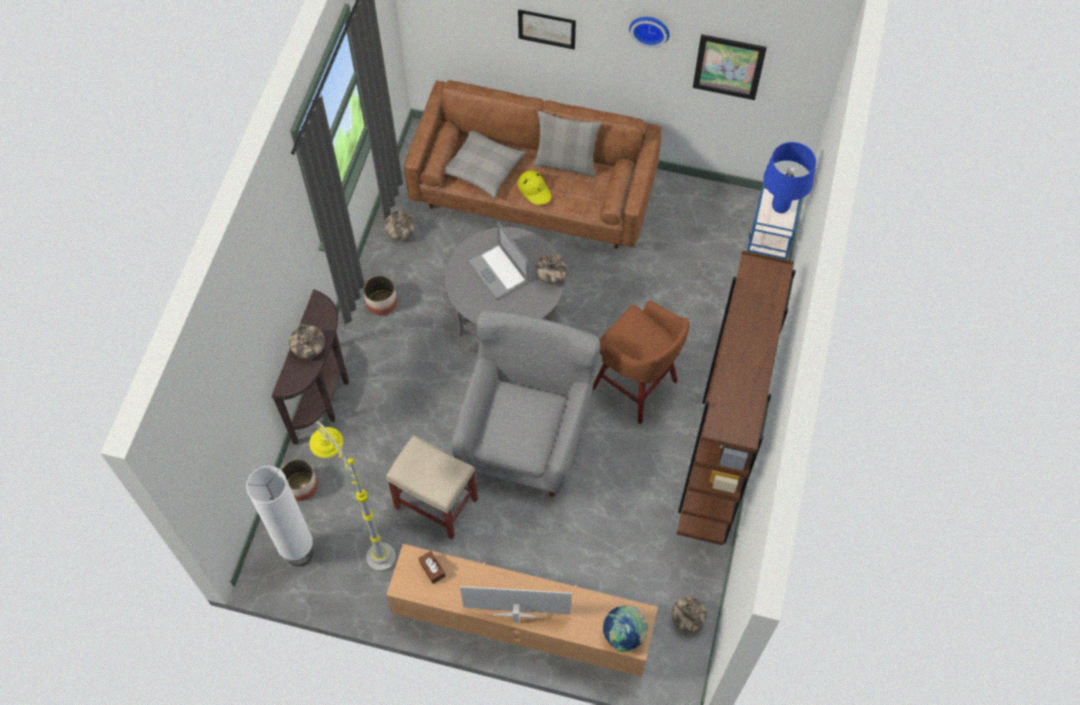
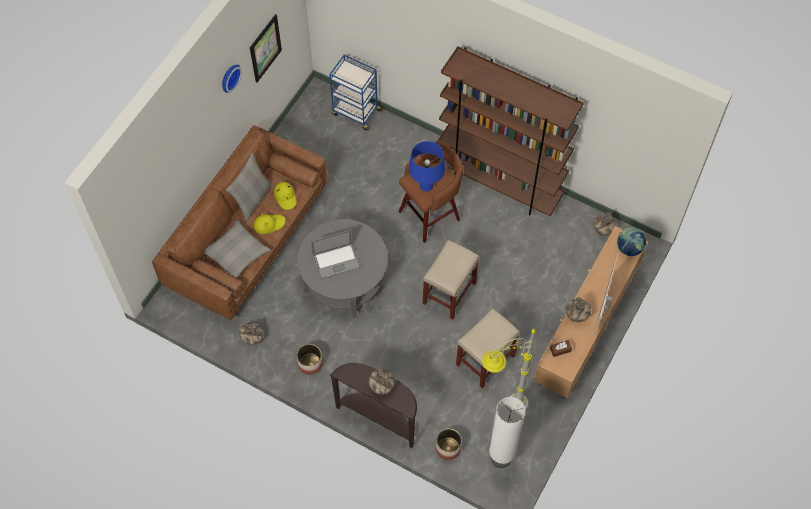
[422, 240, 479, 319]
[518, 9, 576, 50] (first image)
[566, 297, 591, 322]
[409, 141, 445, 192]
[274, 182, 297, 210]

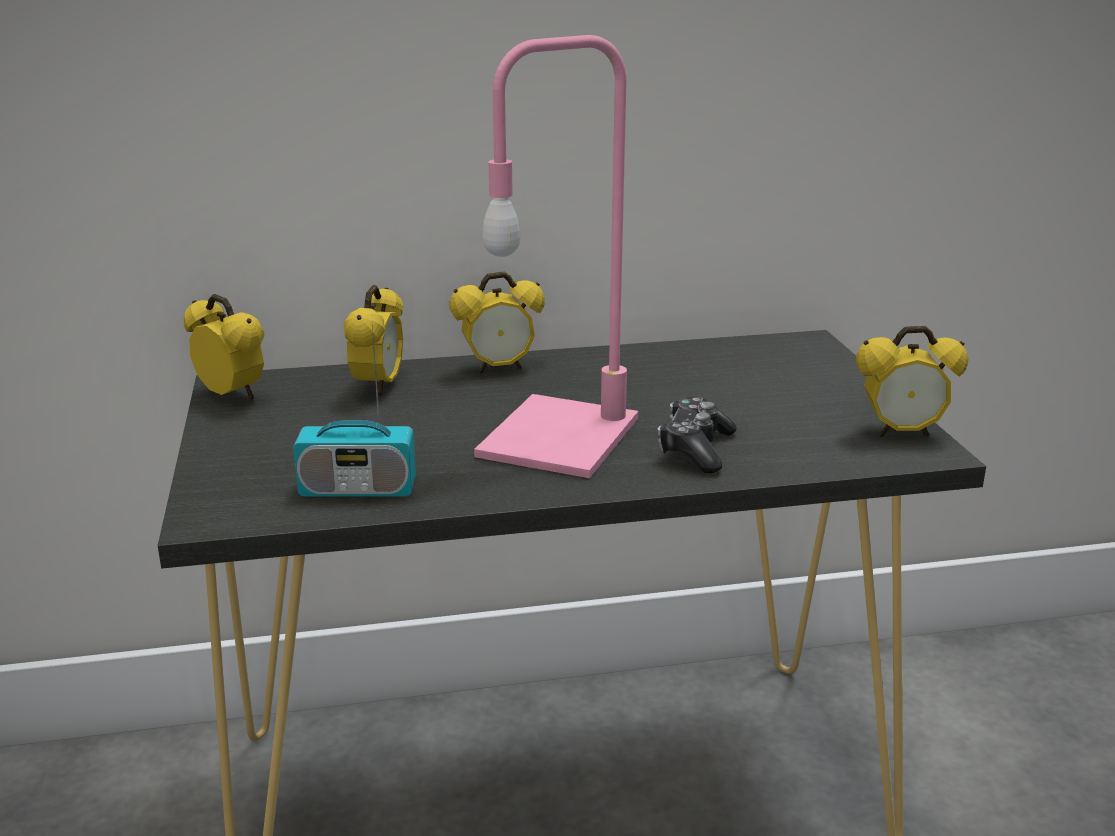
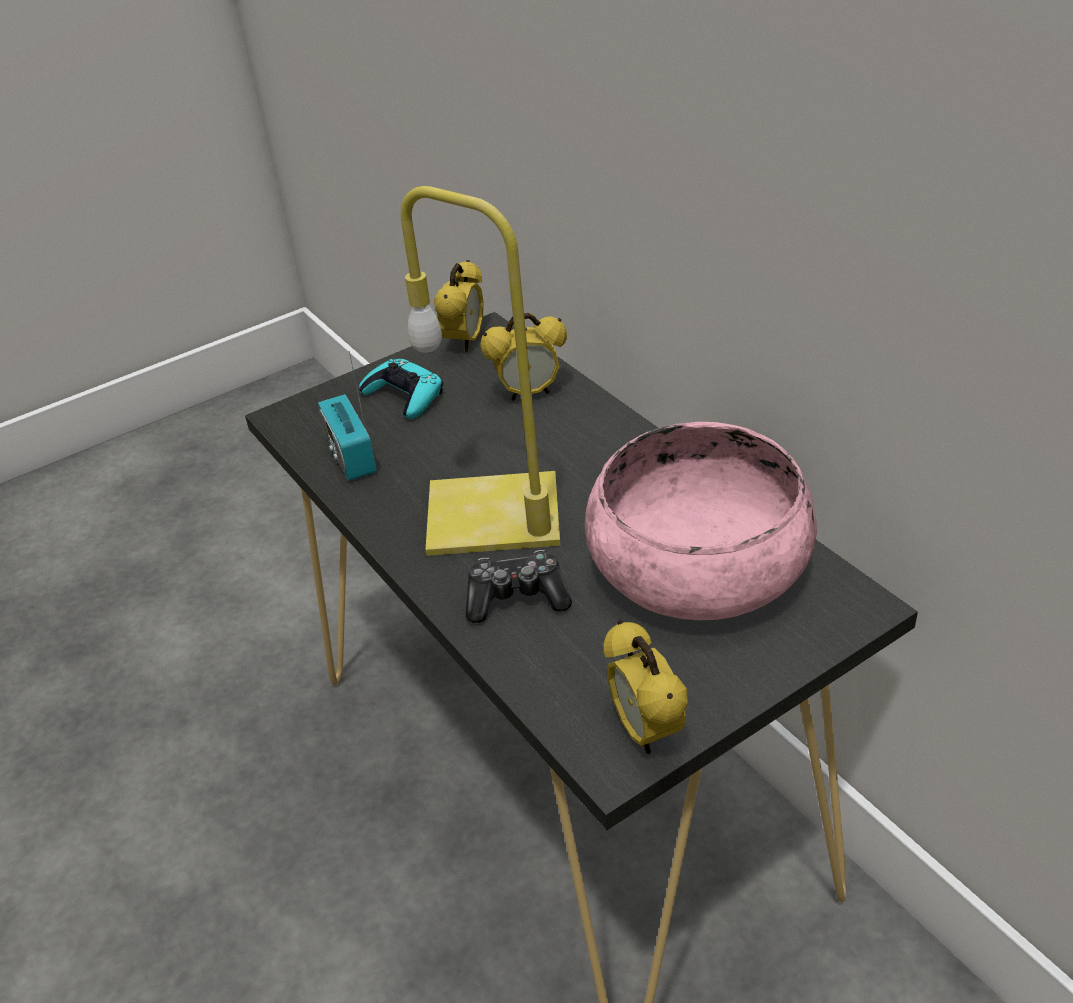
[449, 271, 545, 374] (first image)
[401, 186, 560, 556]
[359, 359, 443, 419]
[585, 422, 817, 620]

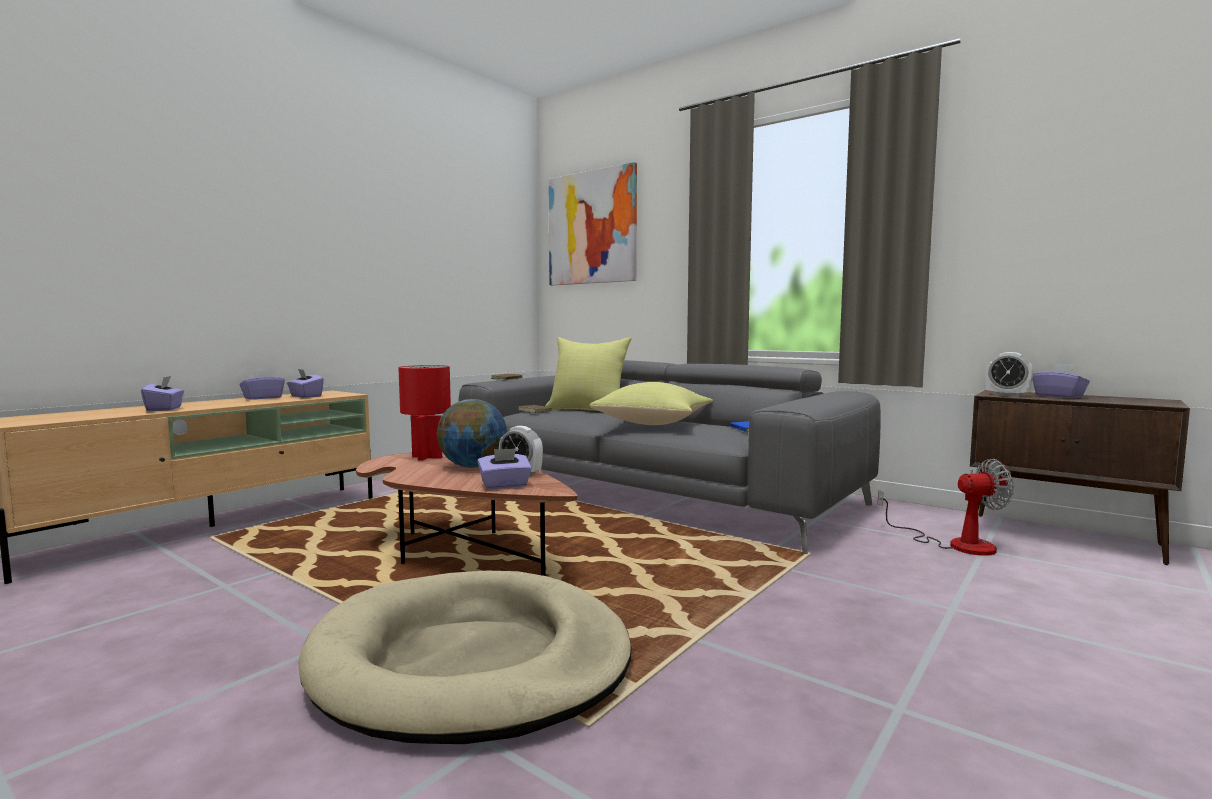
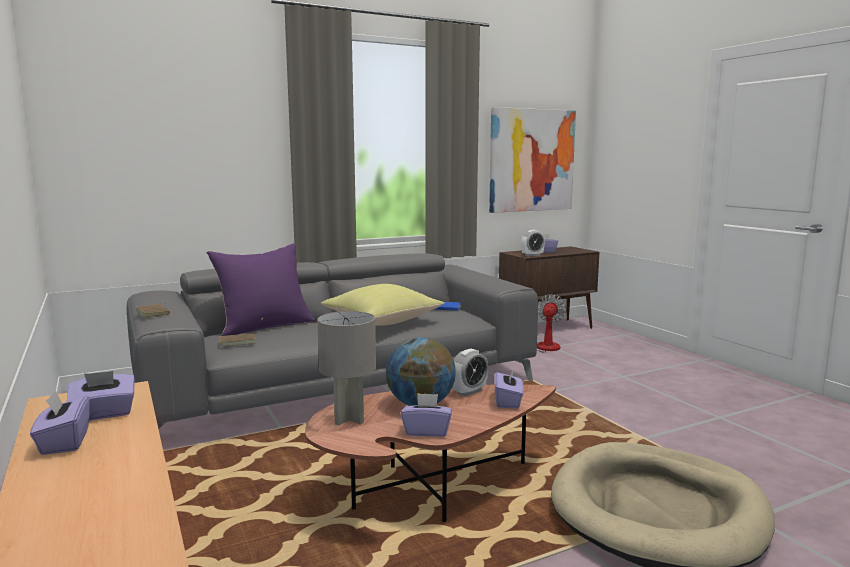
[401, 393, 452, 437]
[317, 311, 376, 425]
[207, 243, 315, 336]
[489, 107, 576, 213]

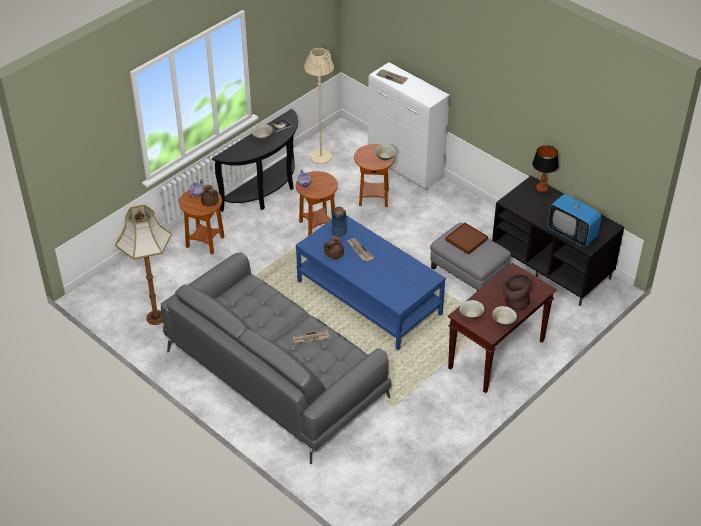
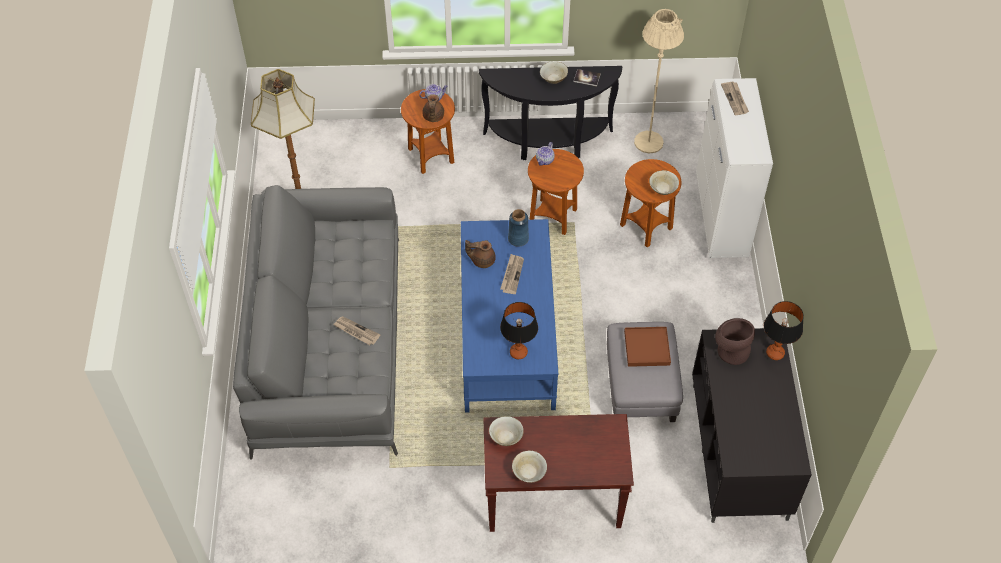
[715, 318, 755, 365]
[547, 185, 602, 247] (first image)
[500, 302, 538, 359]

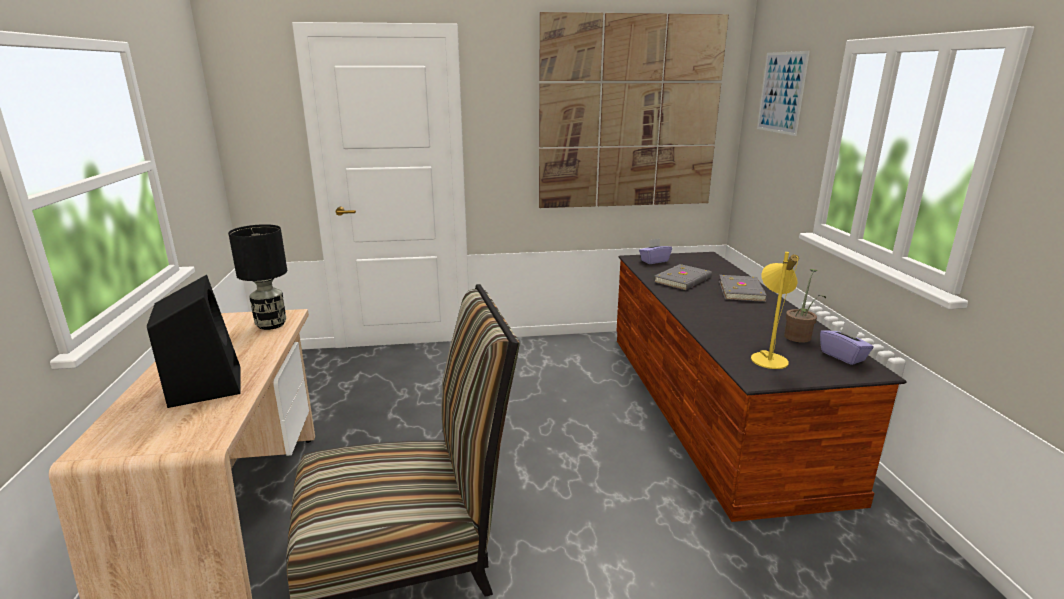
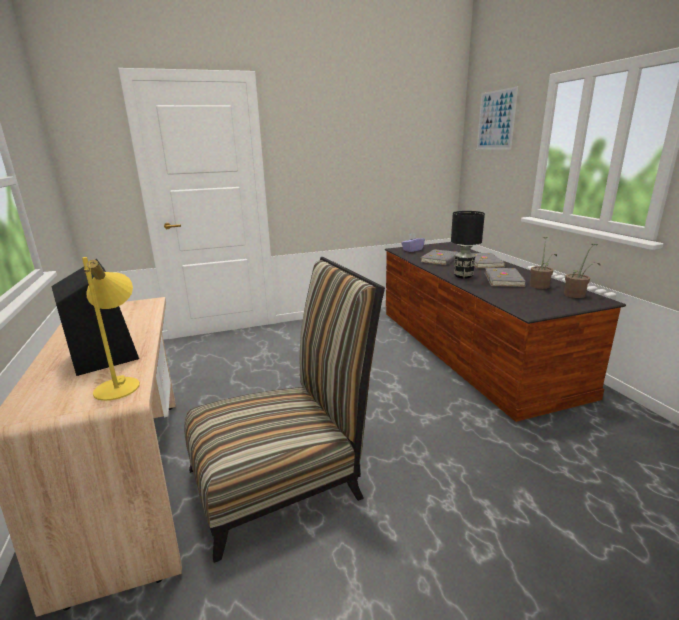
[451, 211, 485, 279]
[539, 12, 729, 208] (first image)
[82, 257, 140, 401]
[564, 244, 600, 298]
[485, 268, 526, 287]

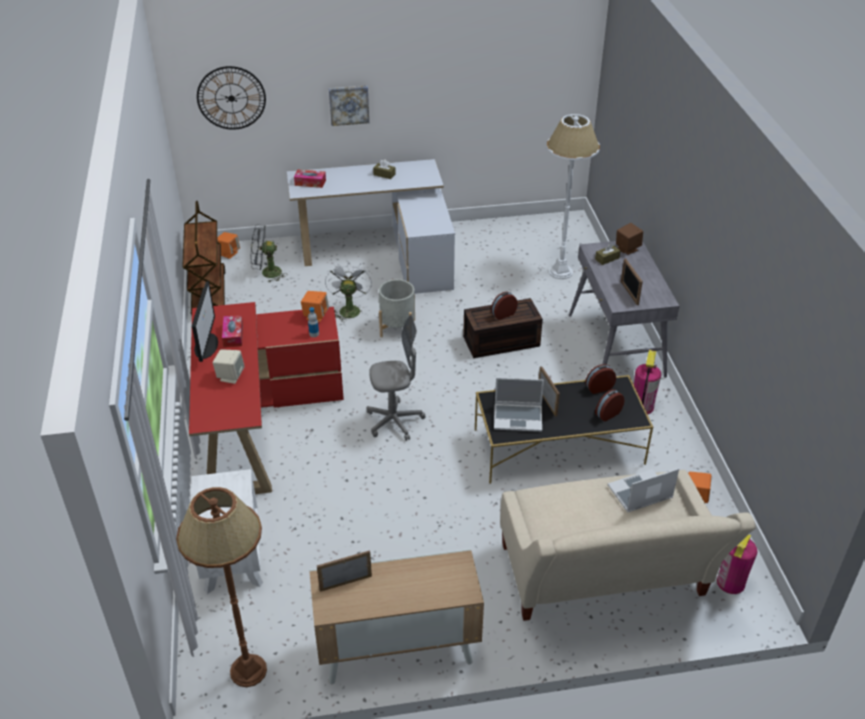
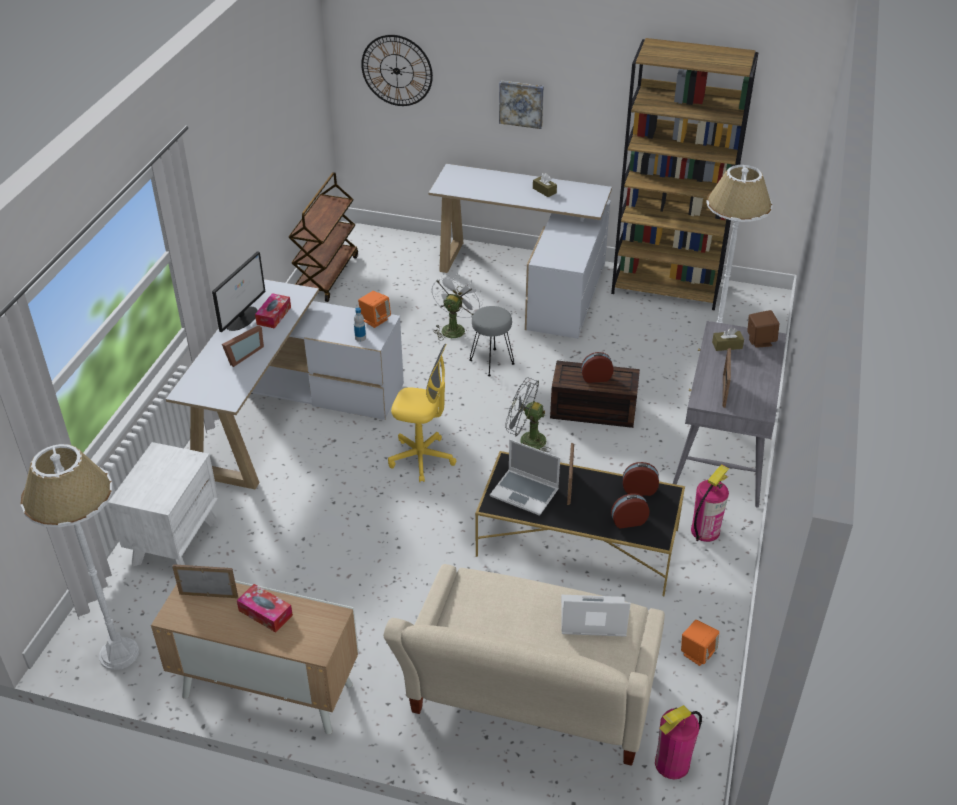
[20, 444, 139, 670]
[166, 279, 404, 489]
[222, 326, 264, 367]
[217, 232, 240, 259] (first image)
[505, 378, 551, 452]
[237, 584, 293, 633]
[388, 344, 456, 482]
[469, 306, 515, 376]
[611, 38, 759, 310]

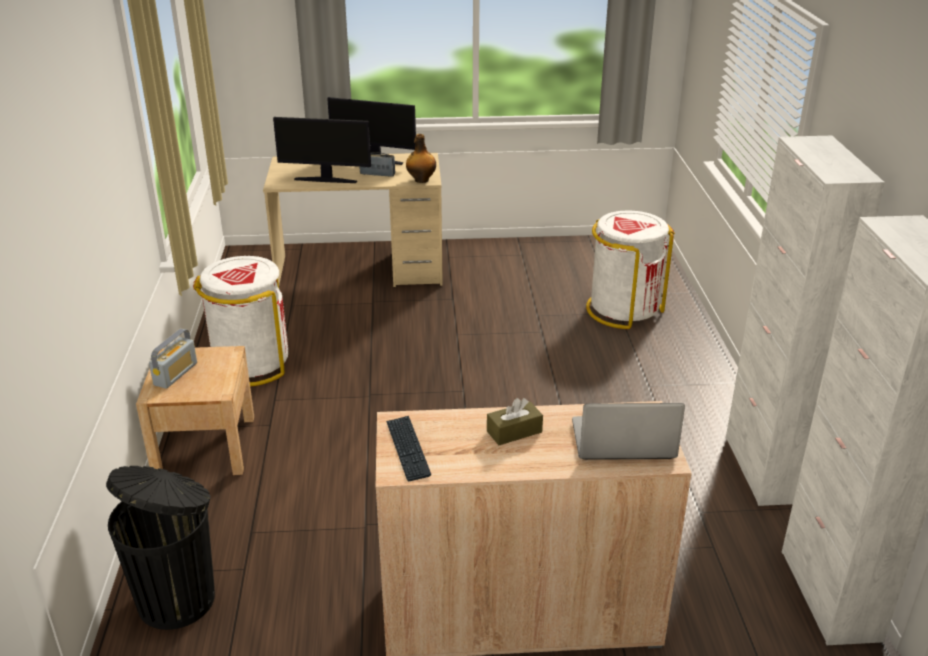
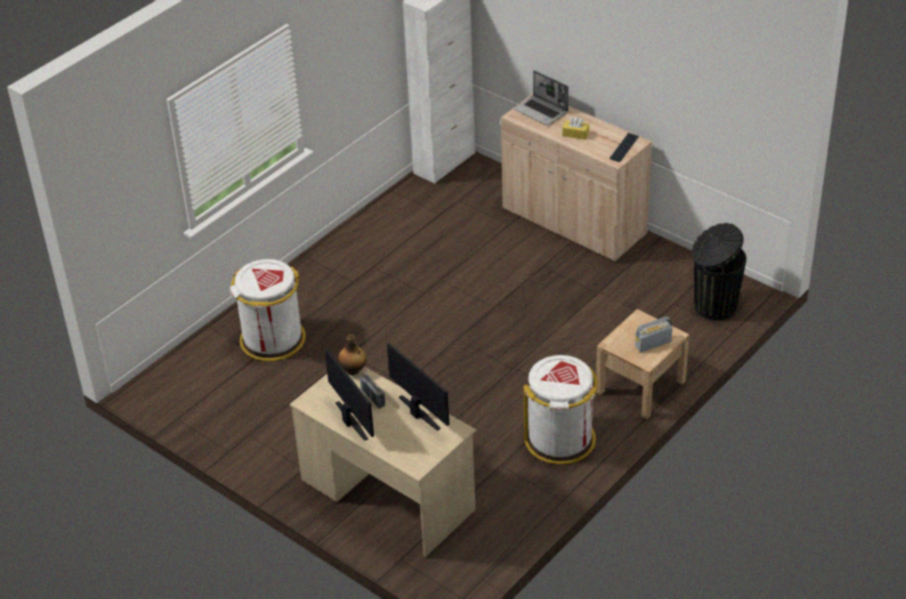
[562, 117, 589, 140]
[726, 136, 885, 506] (first image)

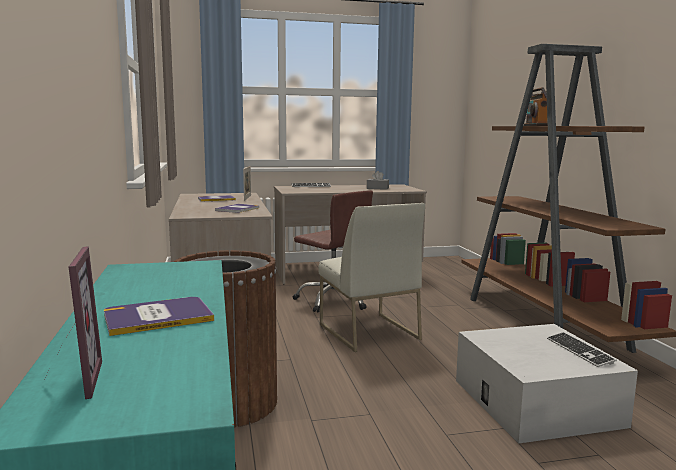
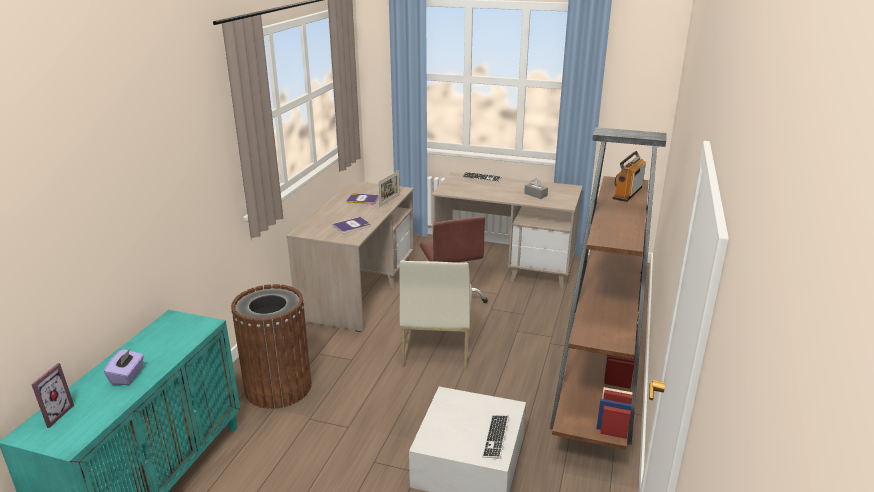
[104, 349, 144, 385]

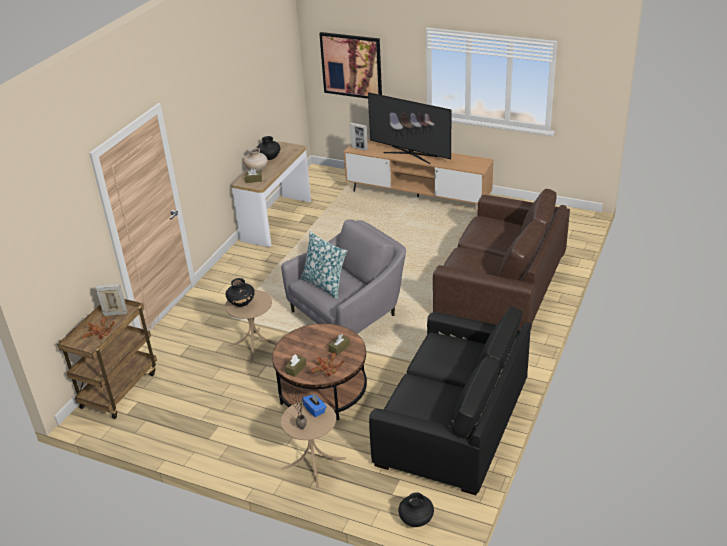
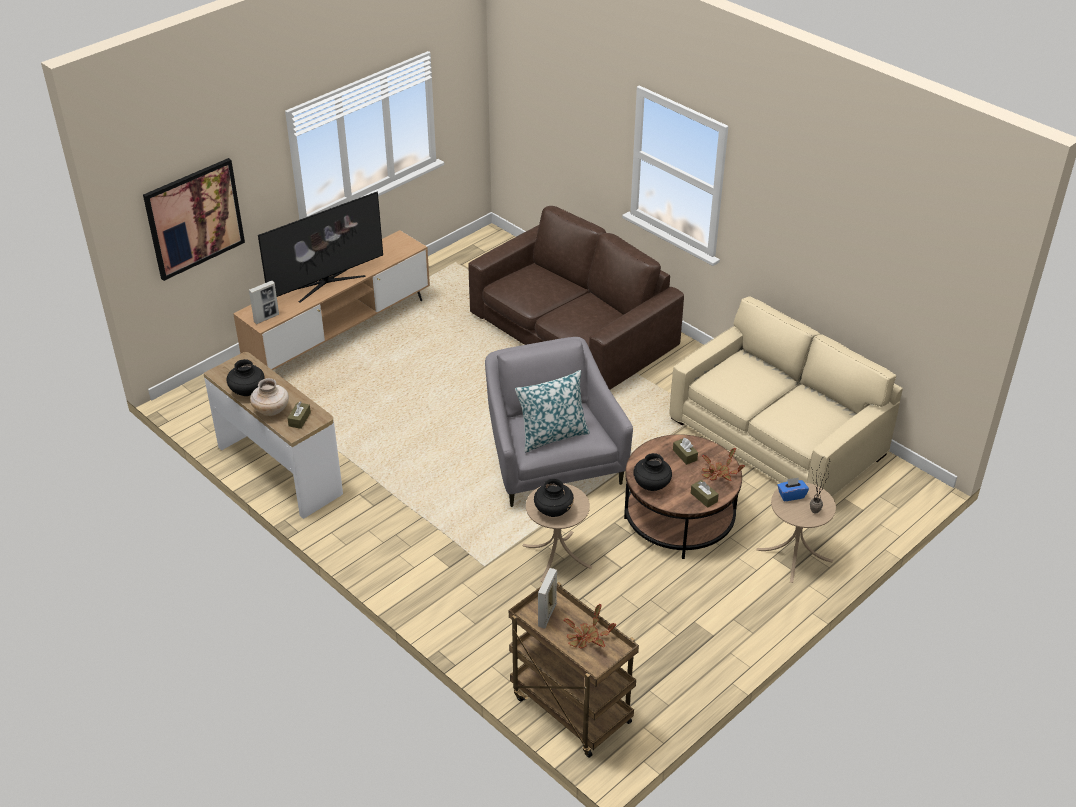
[669, 296, 903, 497]
[633, 453, 672, 491]

